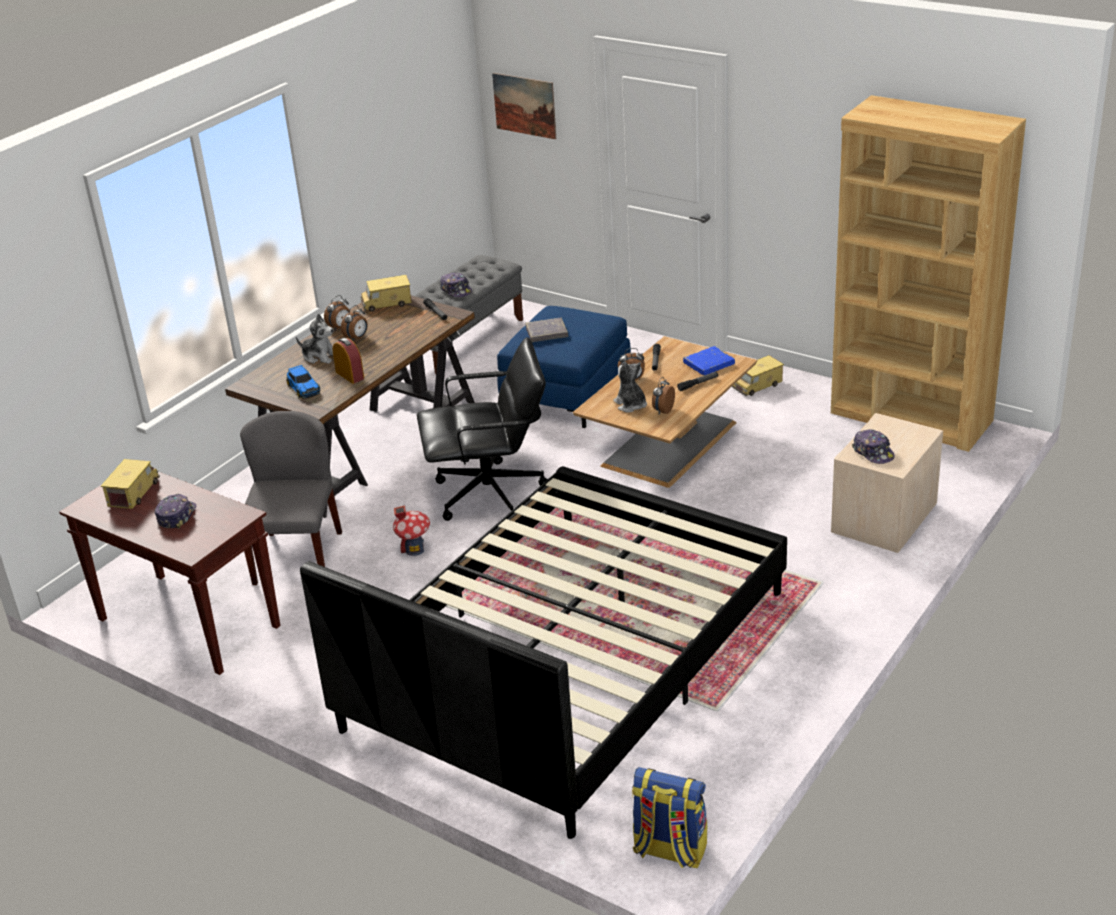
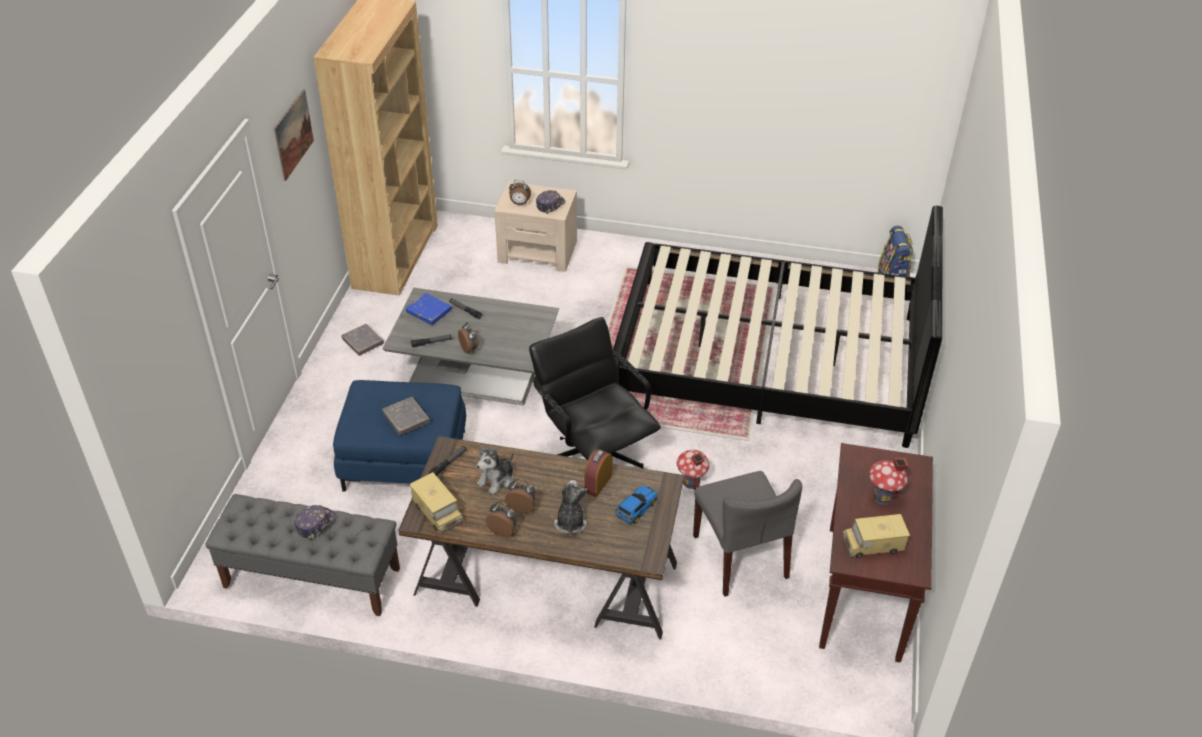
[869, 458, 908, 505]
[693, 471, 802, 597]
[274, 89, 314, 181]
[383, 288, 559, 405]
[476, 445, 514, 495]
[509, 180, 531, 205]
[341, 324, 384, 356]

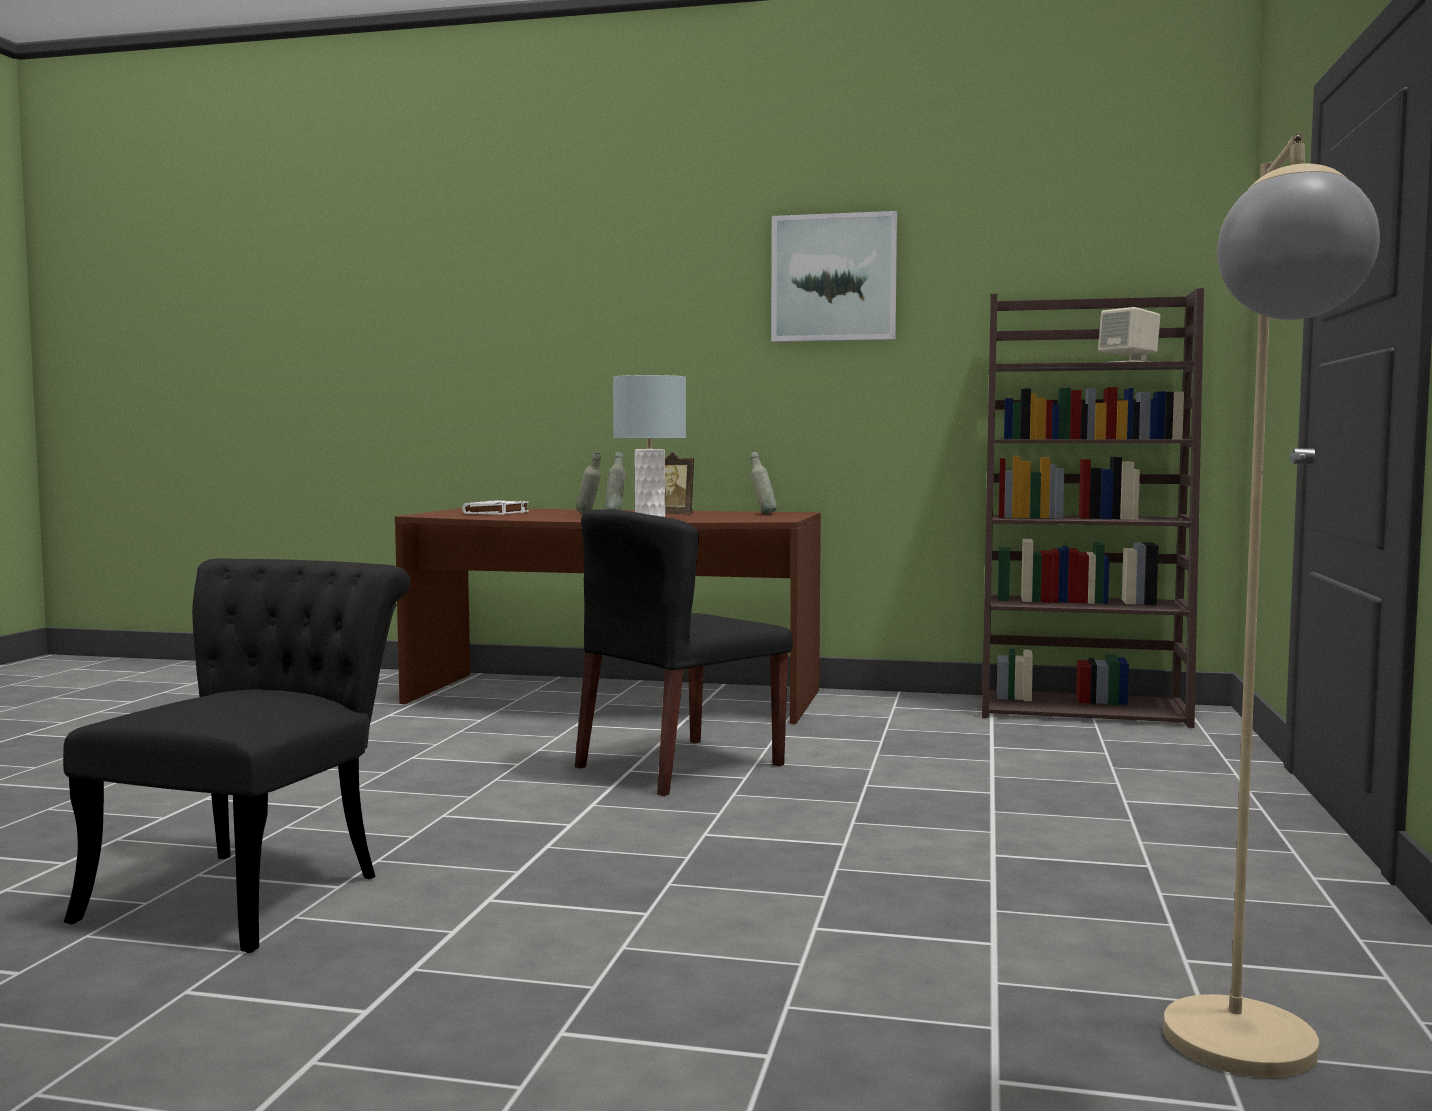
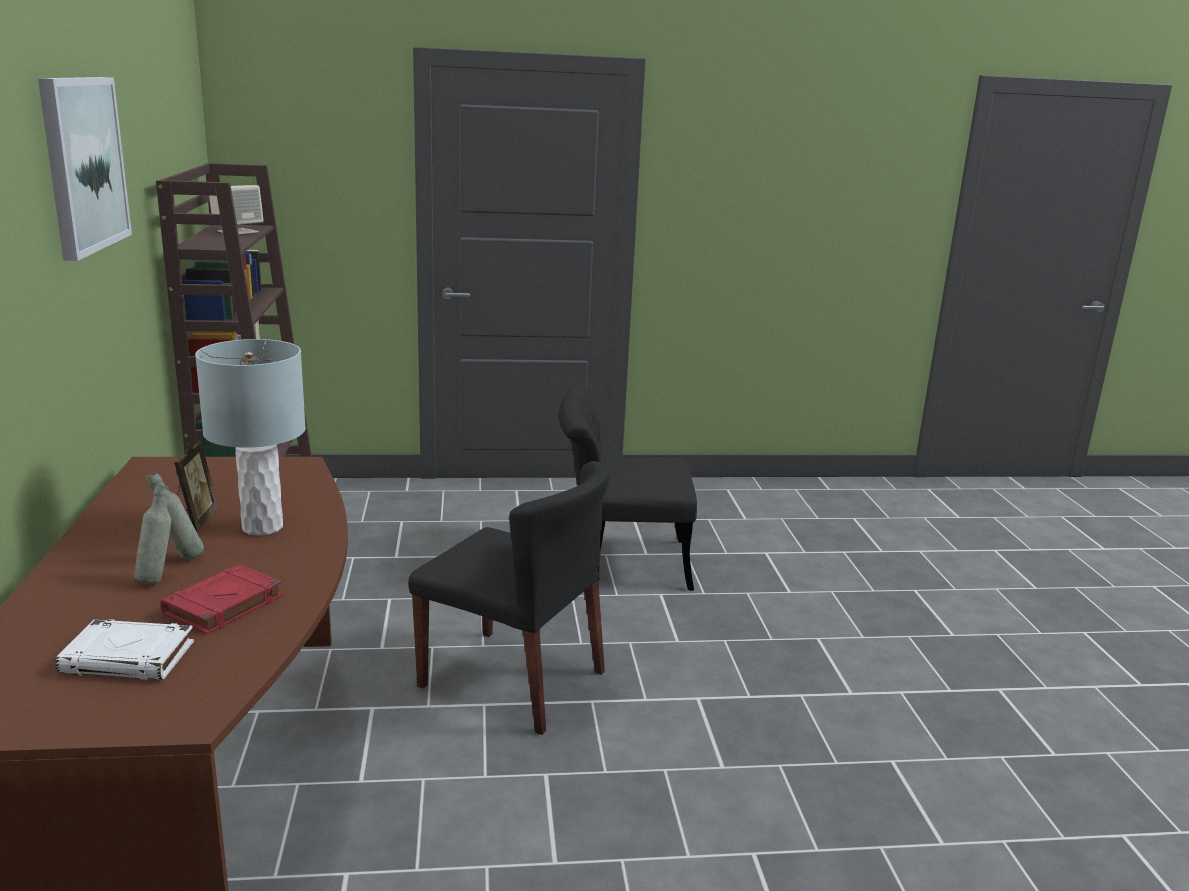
[559, 384, 697, 591]
[750, 452, 777, 514] (first image)
[1163, 133, 1380, 1078] (first image)
[160, 564, 283, 635]

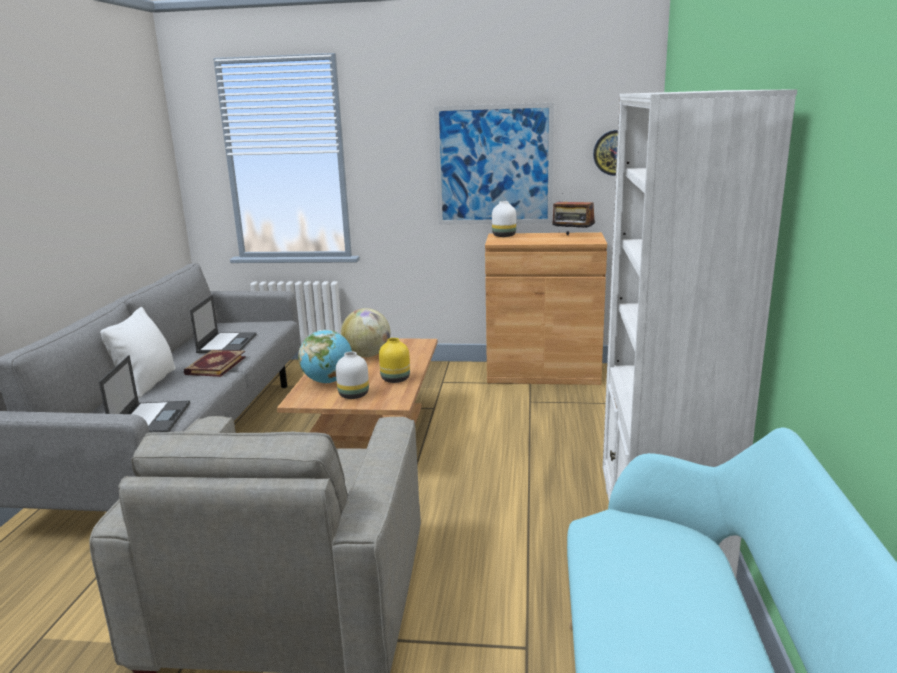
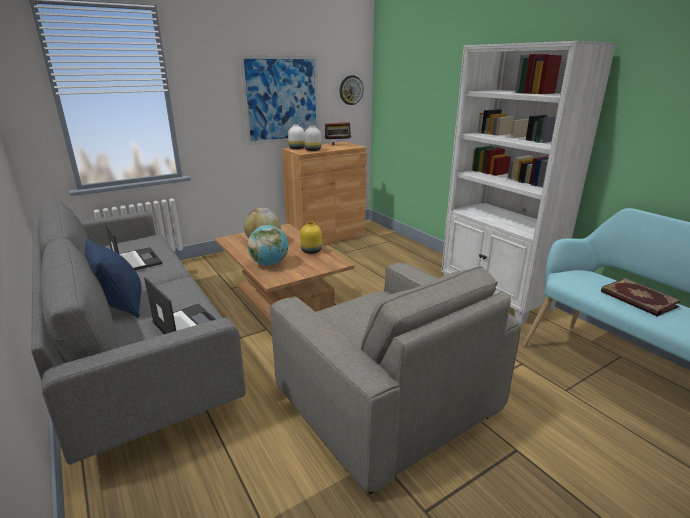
[85, 239, 141, 318]
[601, 278, 682, 317]
[304, 126, 321, 151]

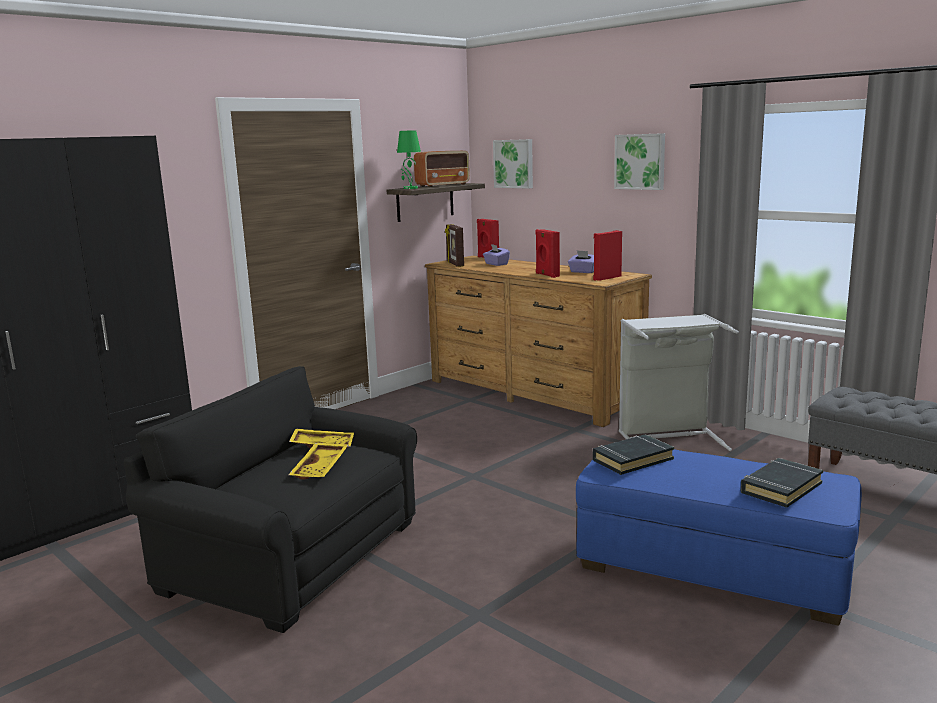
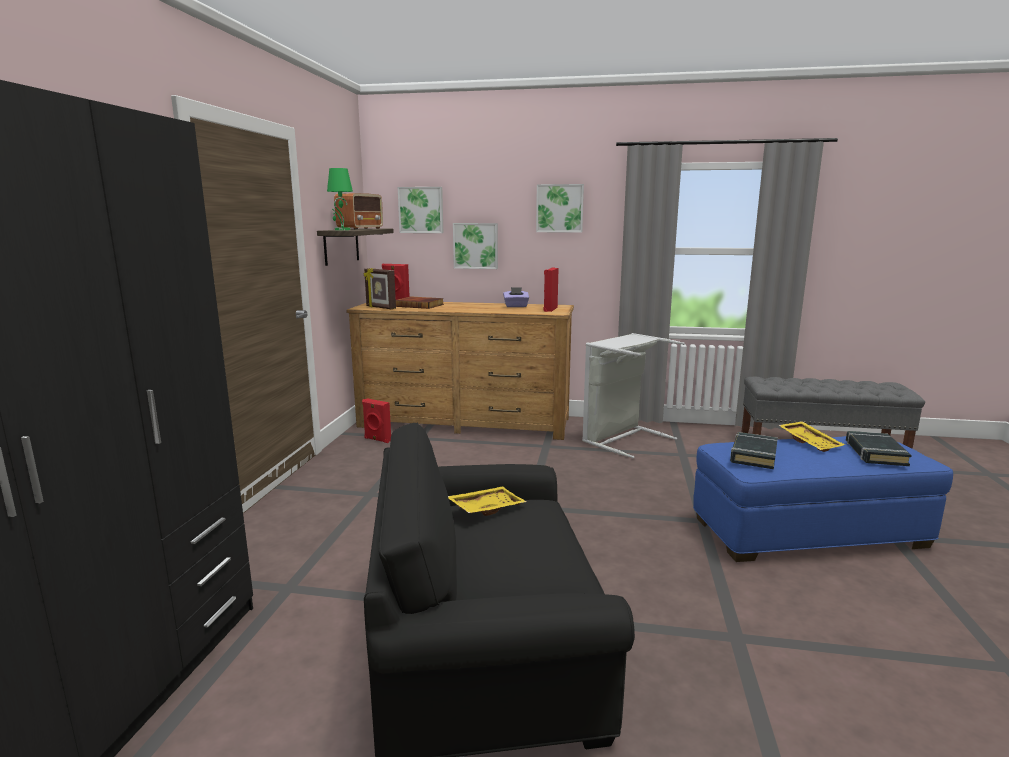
[779, 421, 845, 452]
[396, 296, 444, 309]
[362, 398, 391, 443]
[453, 223, 498, 269]

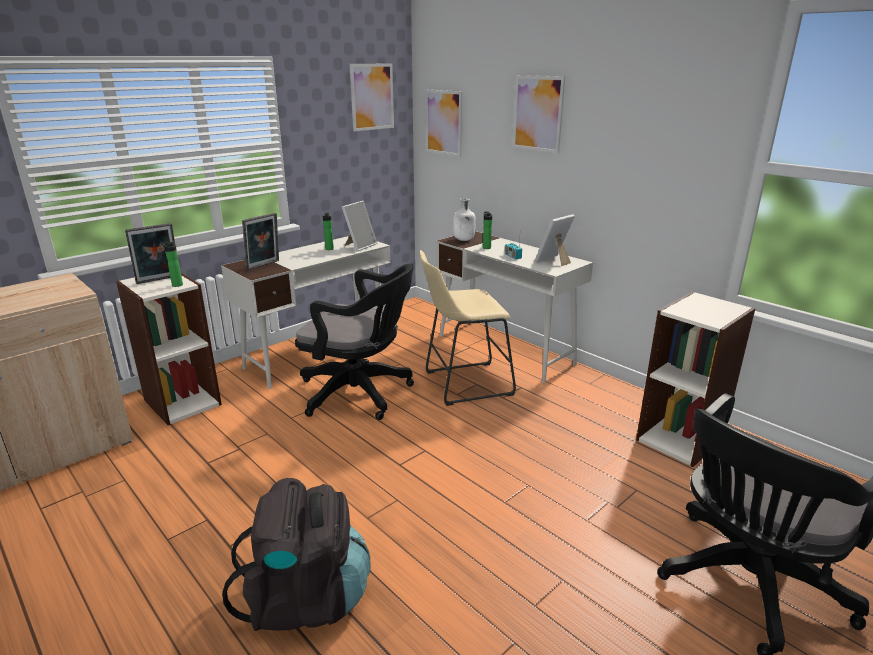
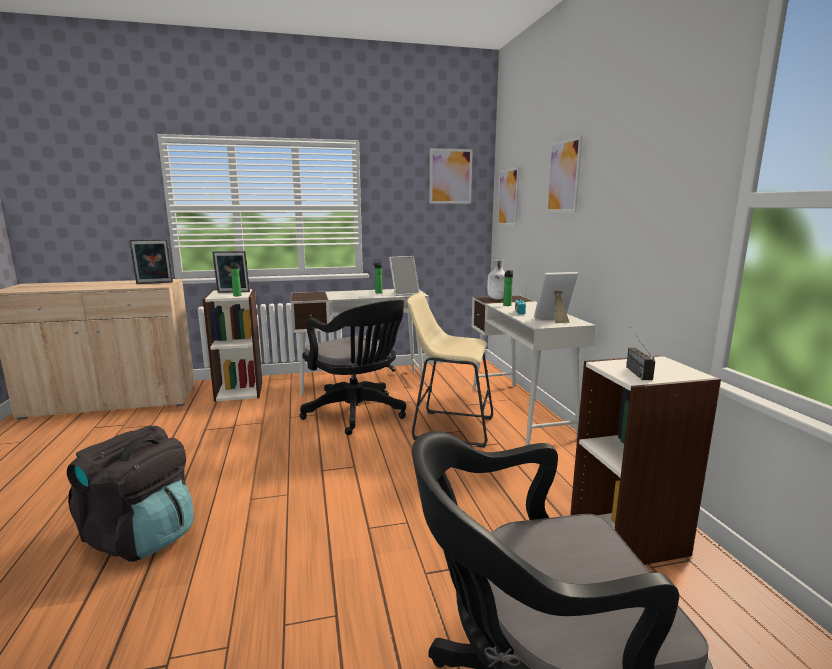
[129, 239, 173, 284]
[626, 327, 655, 380]

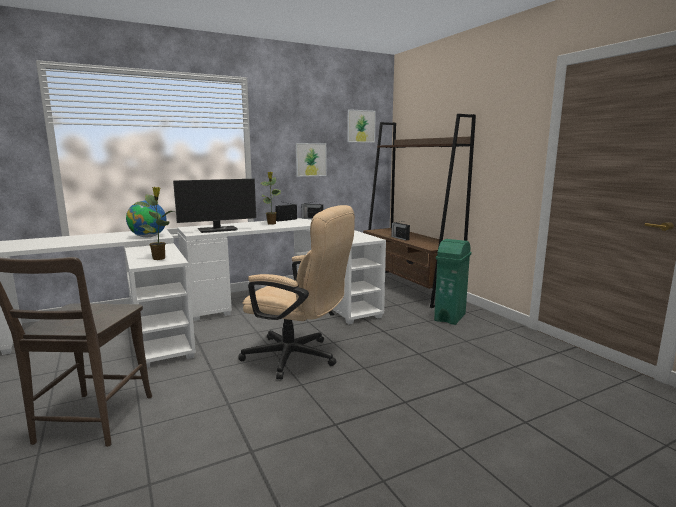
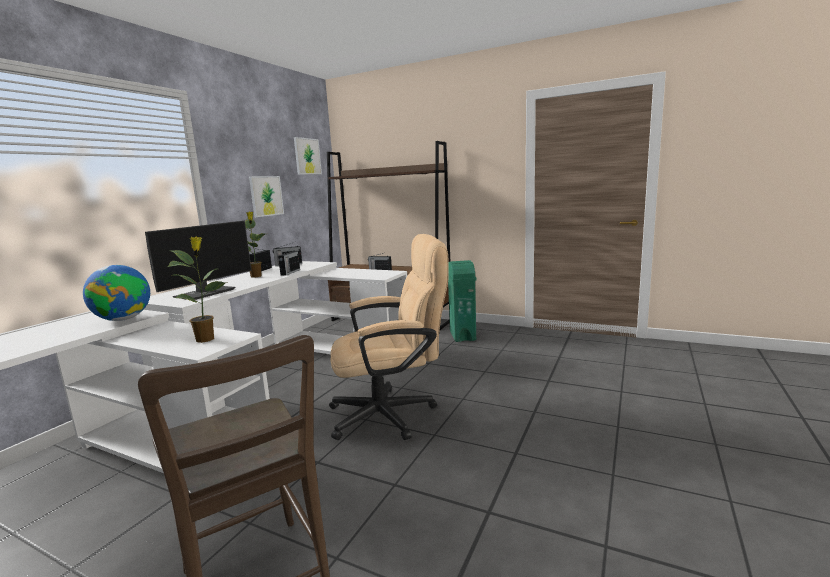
[278, 248, 300, 276]

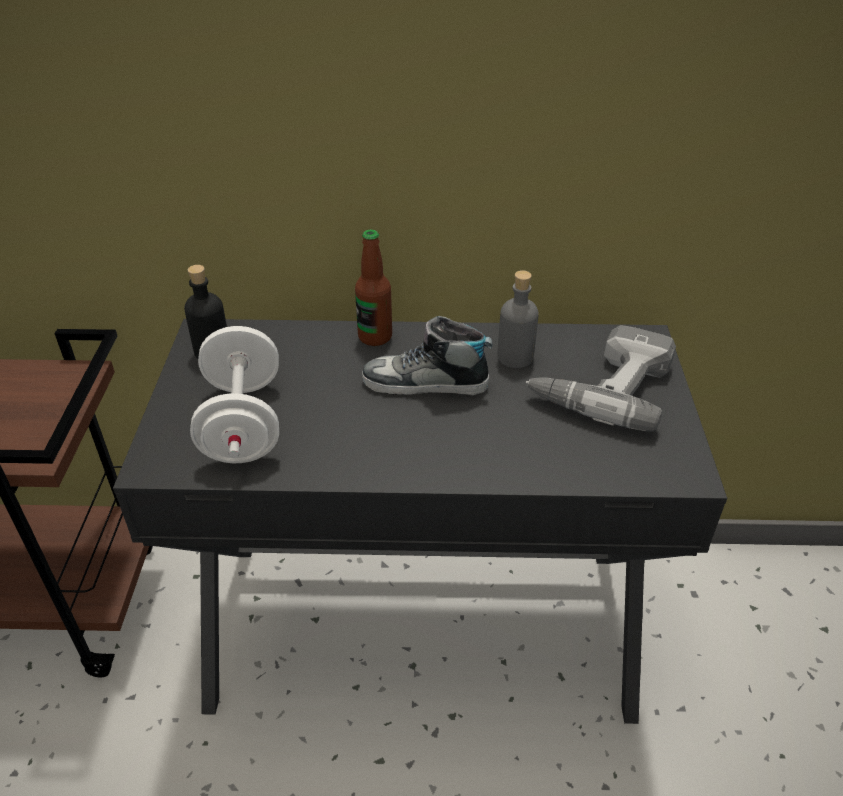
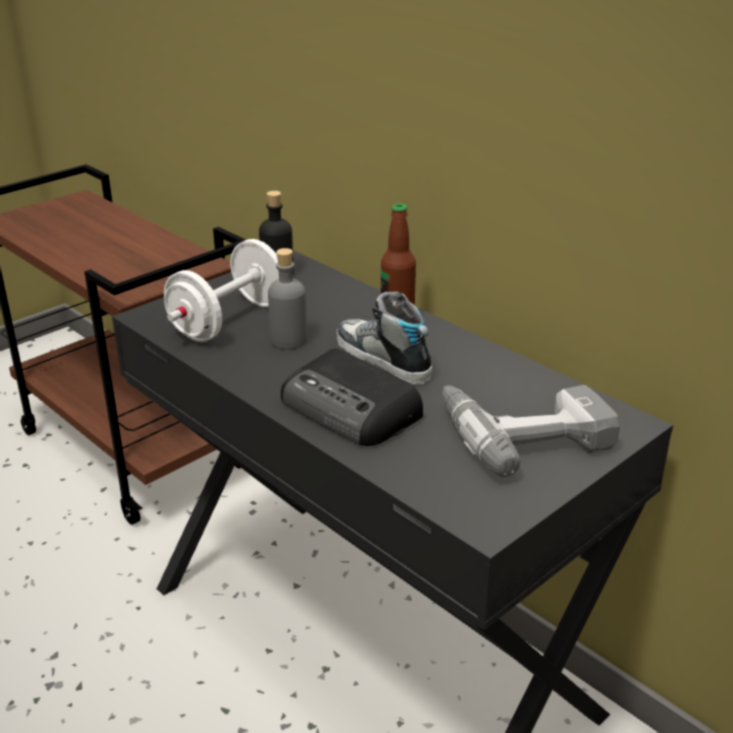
[268, 248, 307, 350]
[281, 348, 423, 446]

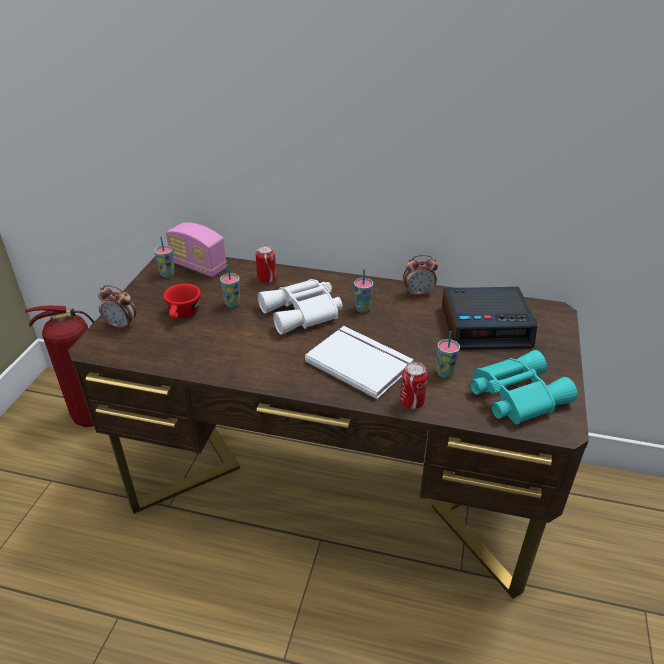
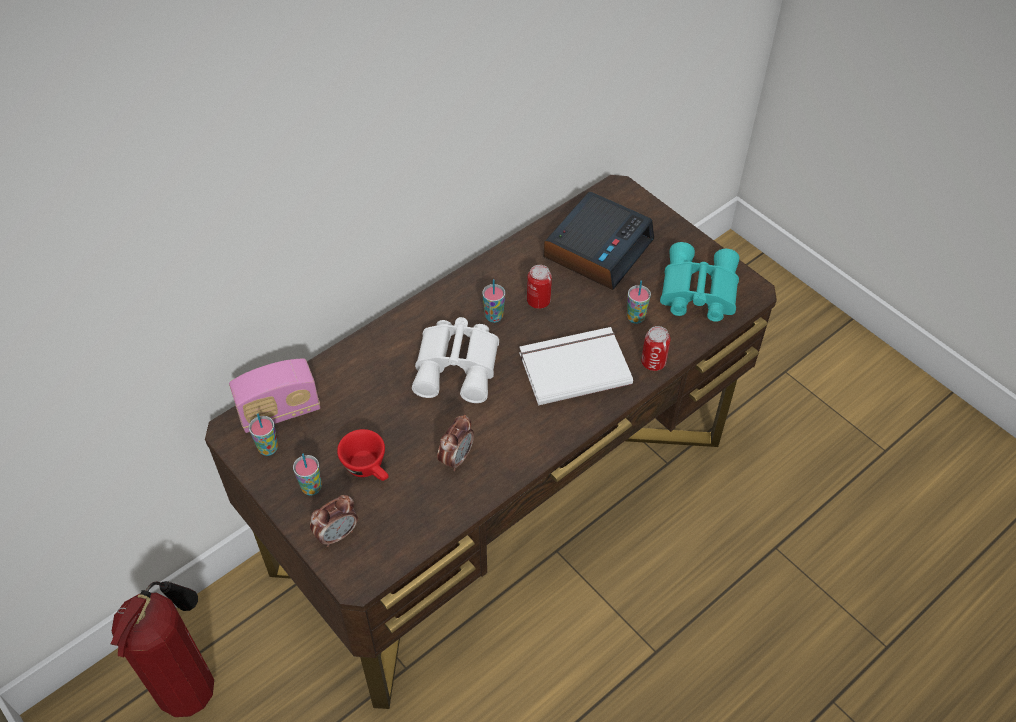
[293, 454, 322, 496]
[527, 265, 552, 309]
[437, 415, 474, 471]

